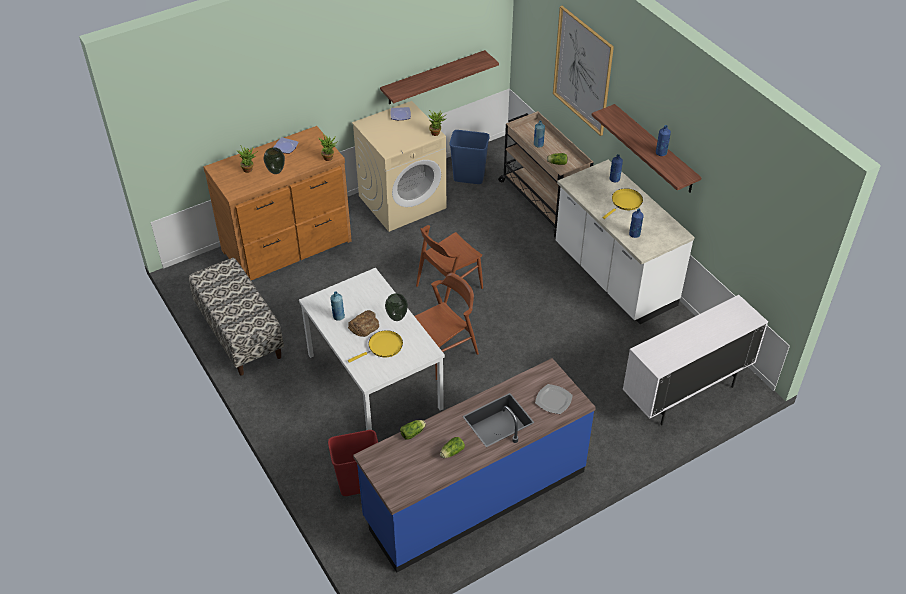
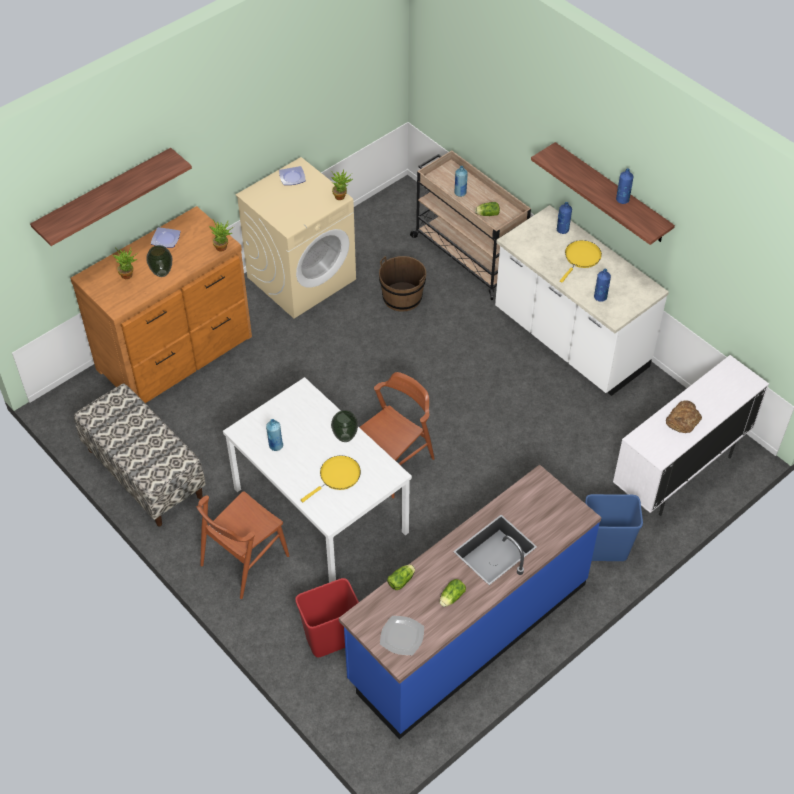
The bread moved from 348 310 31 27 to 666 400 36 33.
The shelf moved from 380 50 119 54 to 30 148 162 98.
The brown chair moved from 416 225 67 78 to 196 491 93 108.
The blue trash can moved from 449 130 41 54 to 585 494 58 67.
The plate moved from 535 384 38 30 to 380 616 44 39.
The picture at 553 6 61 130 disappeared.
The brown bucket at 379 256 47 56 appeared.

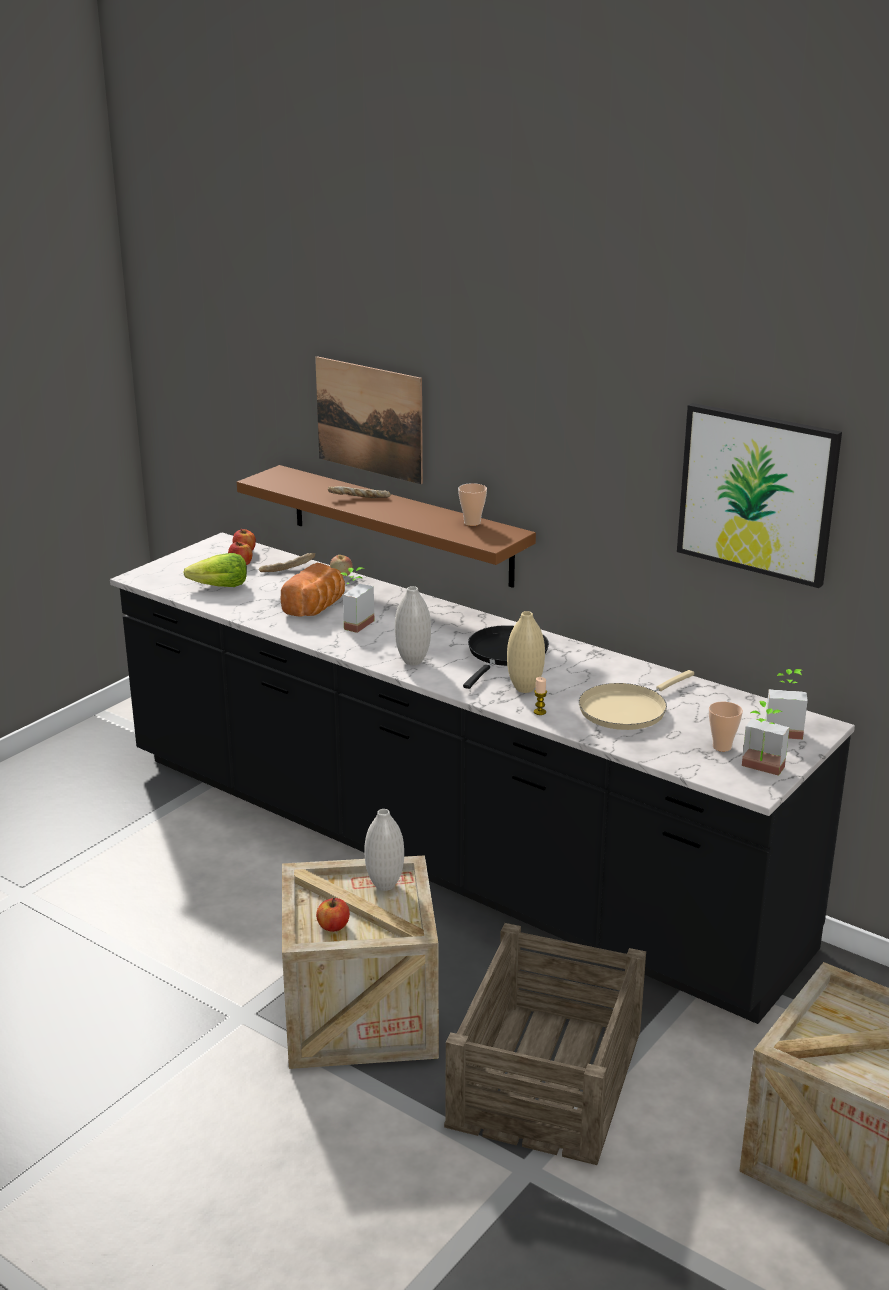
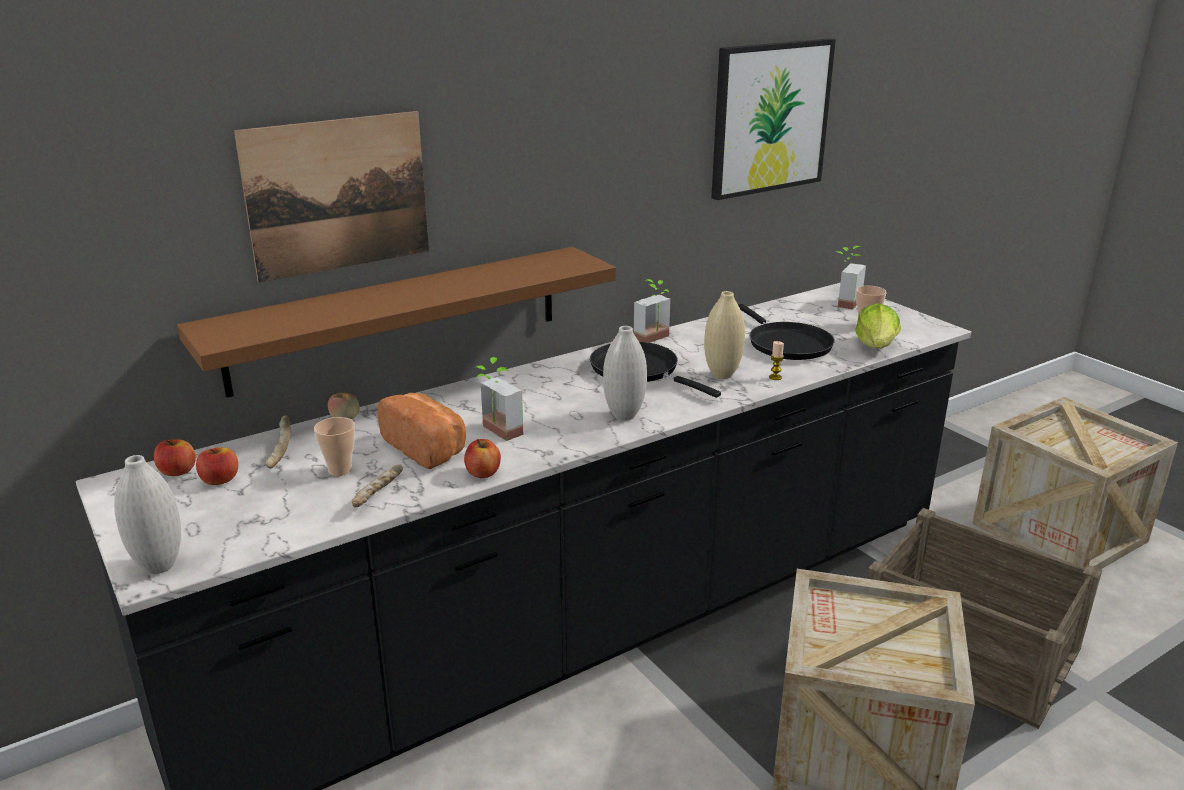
The lettuce moved from 183 553 64 34 to 855 303 46 45.
The apple moved from 316 898 34 34 to 464 439 37 39.
The bread moved from 328 486 63 12 to 352 464 51 43.
The white vase moved from 364 809 40 82 to 114 455 67 119.
The cup moved from 458 483 29 43 to 314 417 41 59.
The beige frying pan at 579 670 115 60 became the black frying pan at 738 304 97 56.
The potted plant moved from 742 701 48 75 to 634 279 37 64.

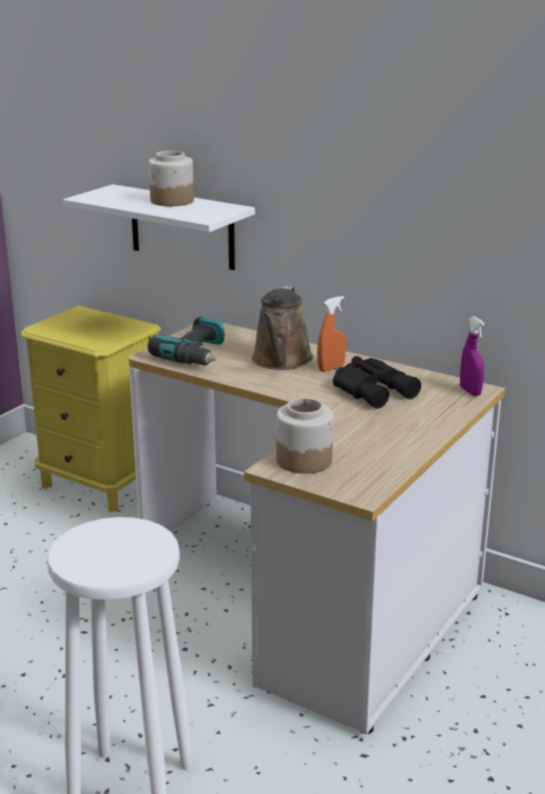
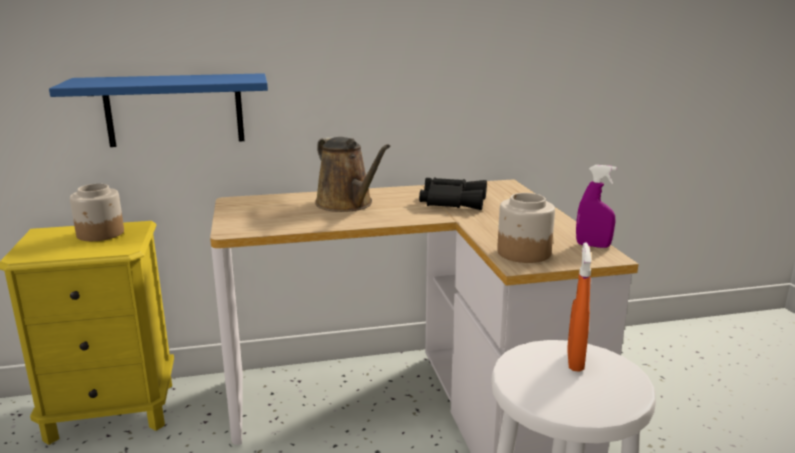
The white shelf at 63 184 192 86 became the blue shelf at 49 73 219 74.
The power drill at 148 316 77 50 disappeared.
The jar moved from 149 151 45 55 to 70 184 54 57.
The orange spray bottle moved from 317 296 29 76 to 567 242 24 130.
The purple spray bottle moved from 460 316 25 80 to 576 165 41 83.

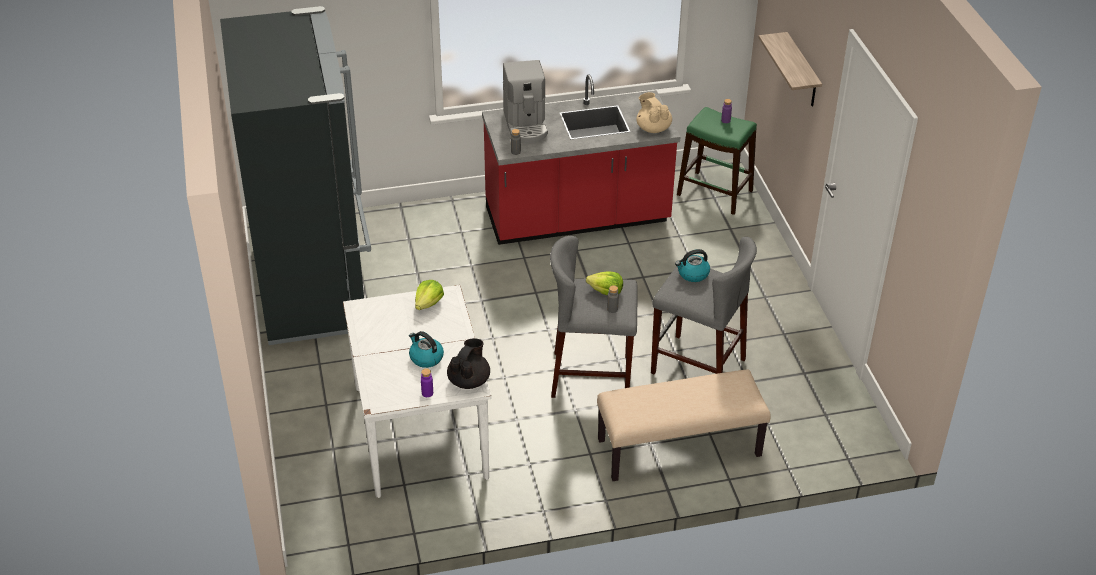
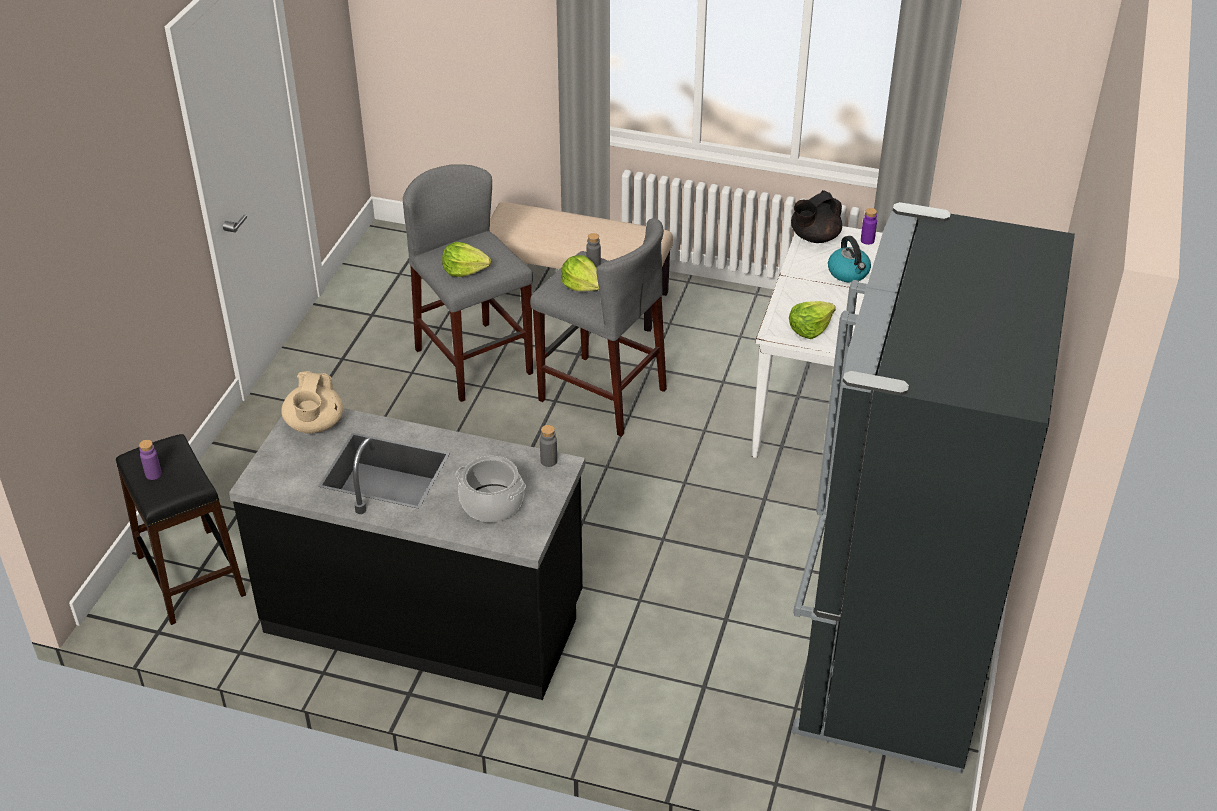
The red counter at 482 74 198 171 became the black counter at 229 408 356 292.
The coffee machine at 503 60 45 84 was replaced by the cooking pot at 456 456 70 66.
The kettle at 675 249 35 33 was replaced by the lettuce at 442 242 49 35.
The green stool at 677 107 80 108 became the black stool at 116 434 130 191.
The shelf at 758 32 64 74 disappeared.

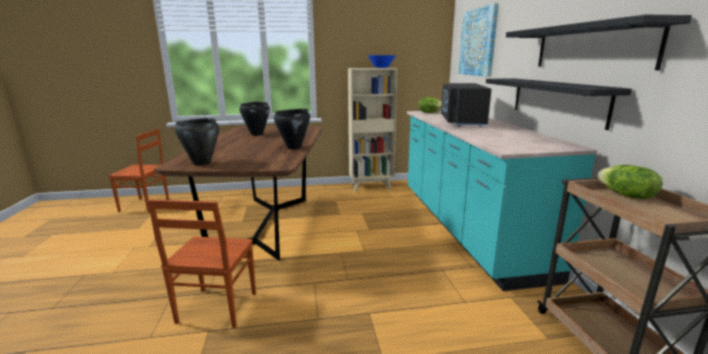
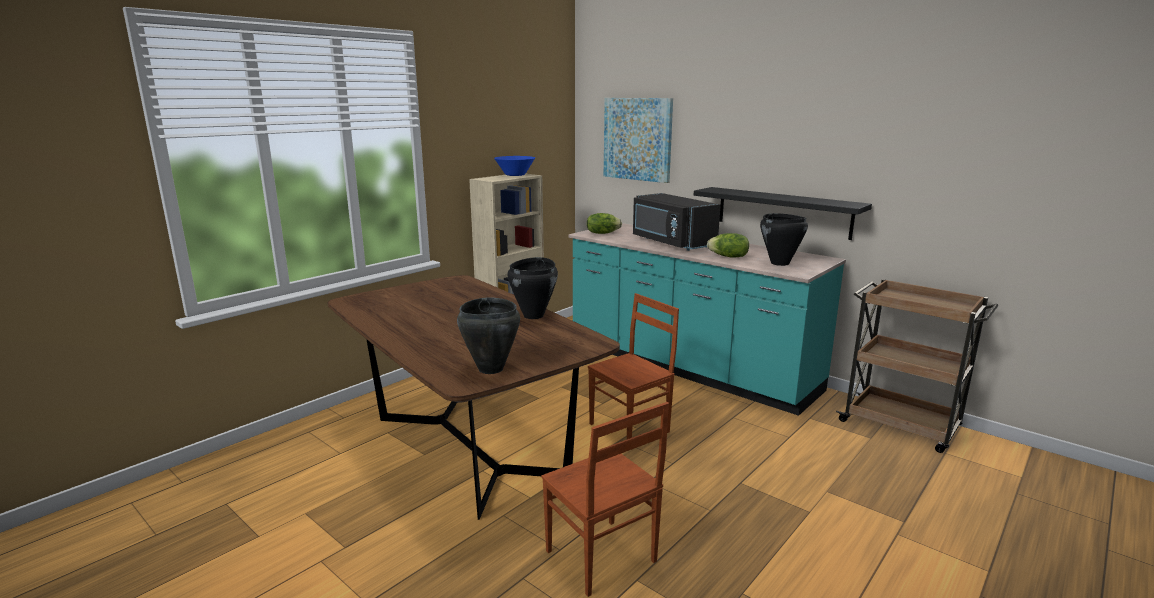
The brown chair moved from 108 129 61 84 to 588 293 91 146.
The black cooking pot moved from 239 102 31 34 to 760 213 48 53.
The black shelf at 506 15 186 55 disappeared.
The lettuce moved from 598 165 64 34 to 707 233 42 25.

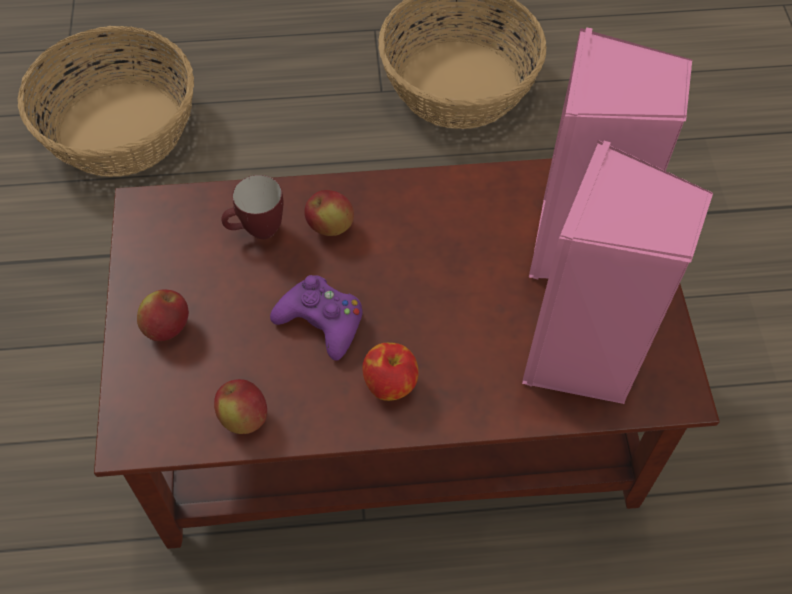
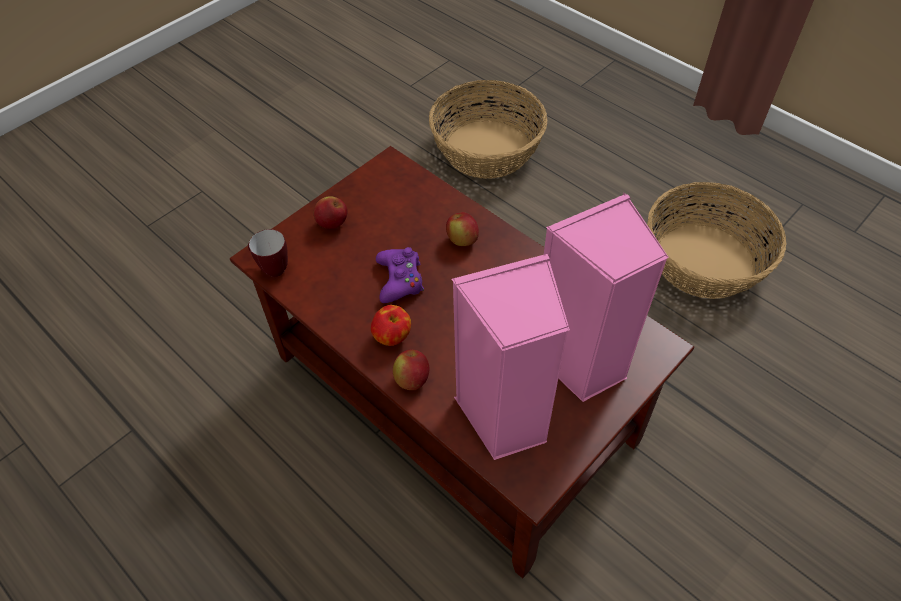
The apple moved from 214 379 53 55 to 393 350 36 40.
The mug moved from 221 175 63 64 to 248 229 40 48.

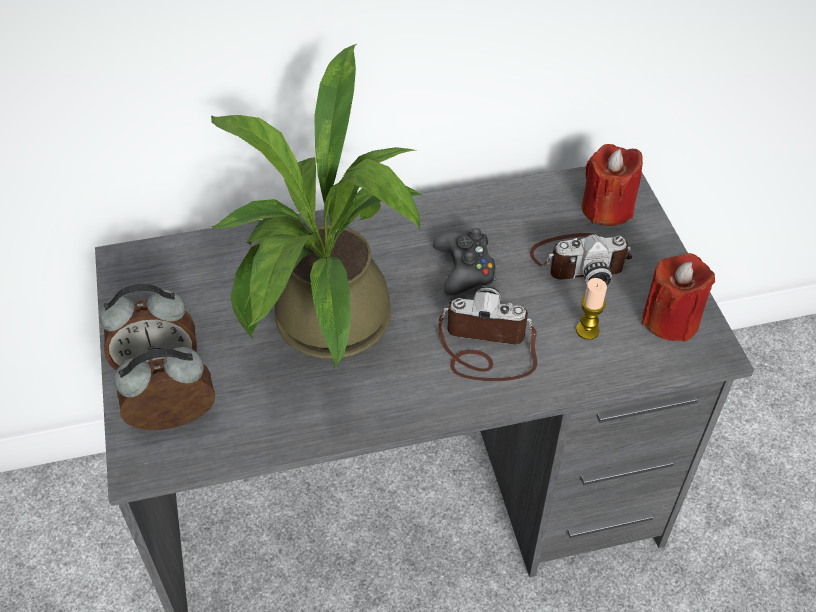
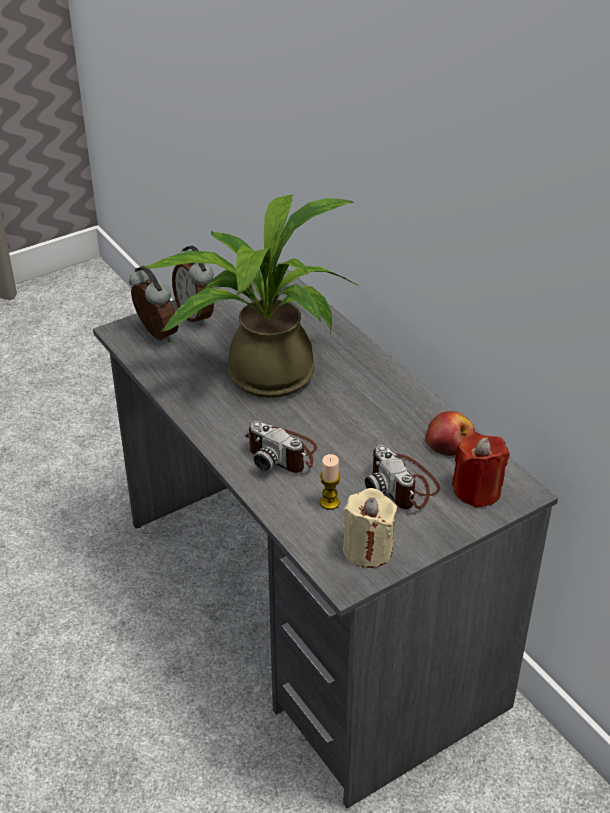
The black game controller at 433 228 64 67 disappeared.
The photo camera at 439 286 98 95 turned 135 degrees clockwise.
The red candle at 642 253 73 89 became the beige candle at 343 488 54 80.
The apple at 425 411 50 45 appeared.

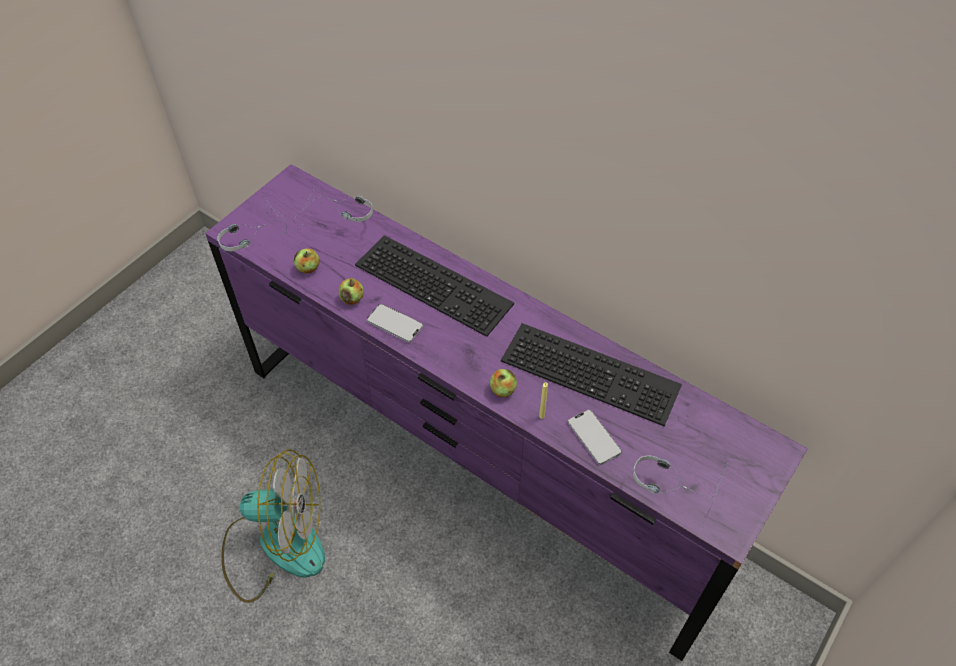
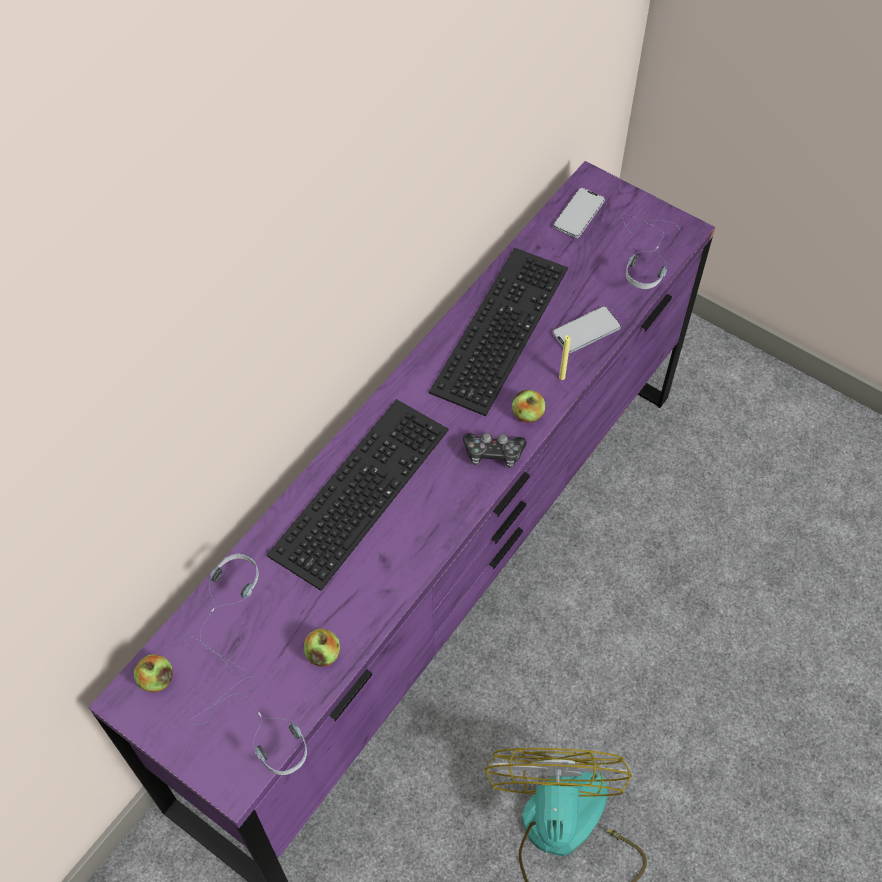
The apple moved from 339 278 25 27 to 134 654 39 38.
The phone moved from 367 304 56 39 to 553 188 52 50.
The game controller at 463 433 64 35 appeared.

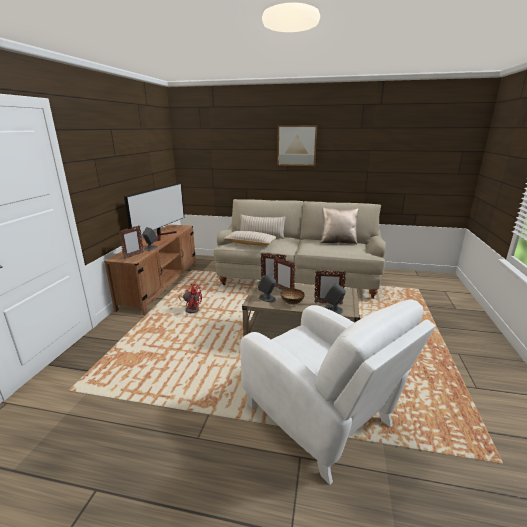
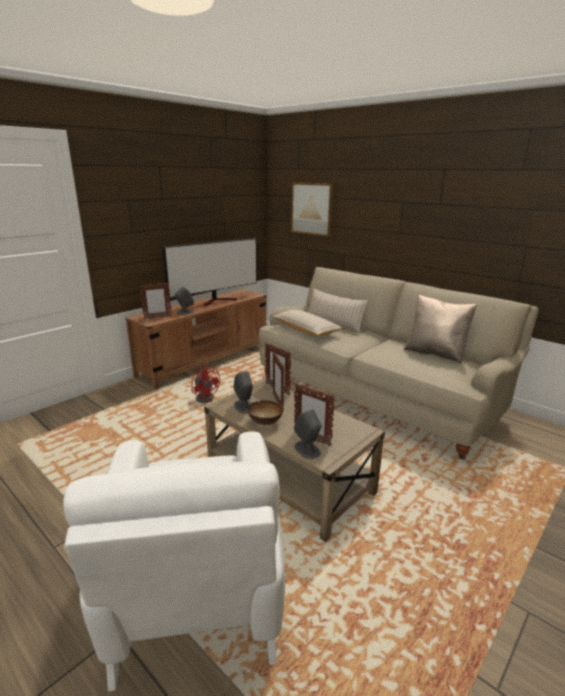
The picture moved from 277 125 40 41 to 291 182 43 55.

